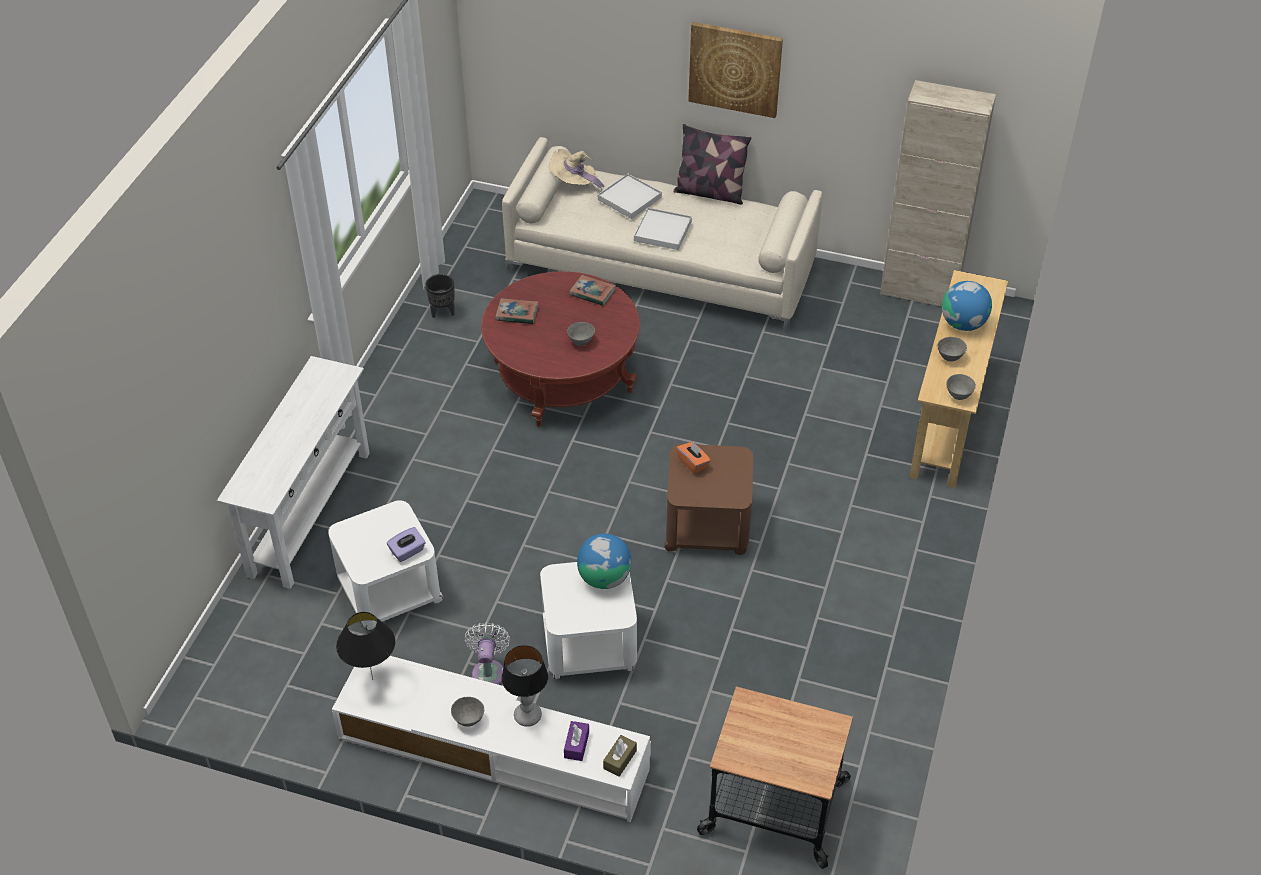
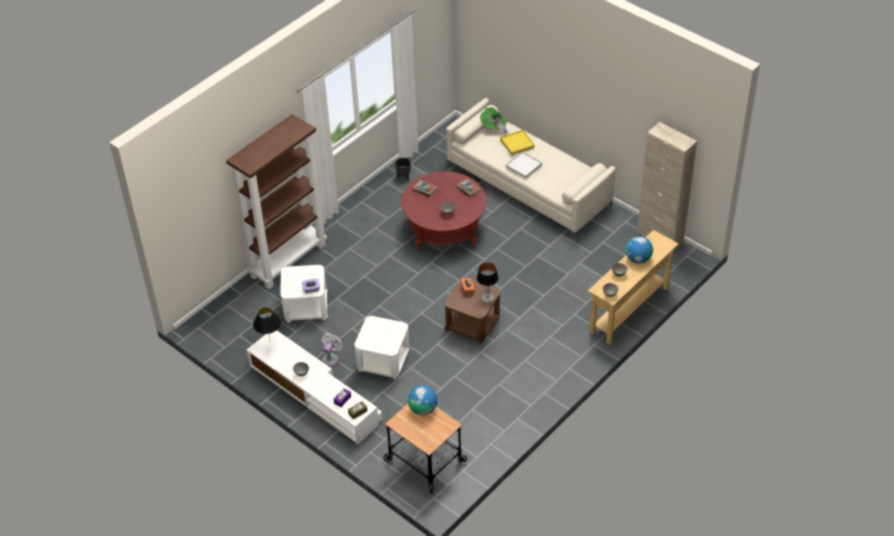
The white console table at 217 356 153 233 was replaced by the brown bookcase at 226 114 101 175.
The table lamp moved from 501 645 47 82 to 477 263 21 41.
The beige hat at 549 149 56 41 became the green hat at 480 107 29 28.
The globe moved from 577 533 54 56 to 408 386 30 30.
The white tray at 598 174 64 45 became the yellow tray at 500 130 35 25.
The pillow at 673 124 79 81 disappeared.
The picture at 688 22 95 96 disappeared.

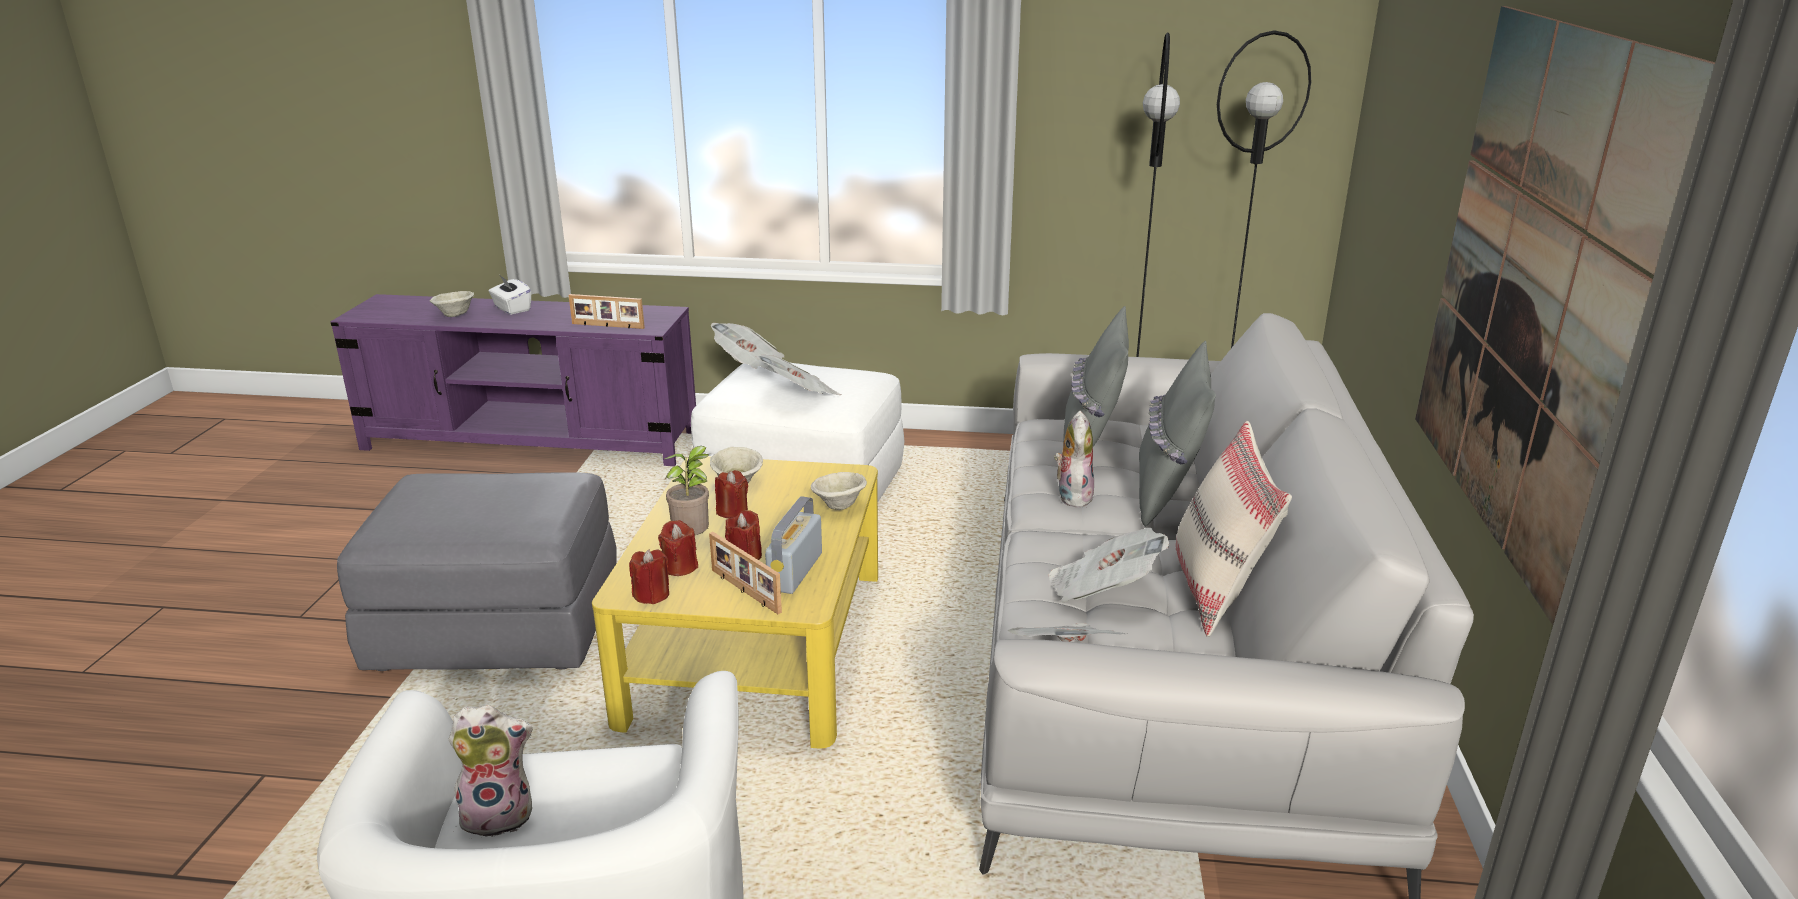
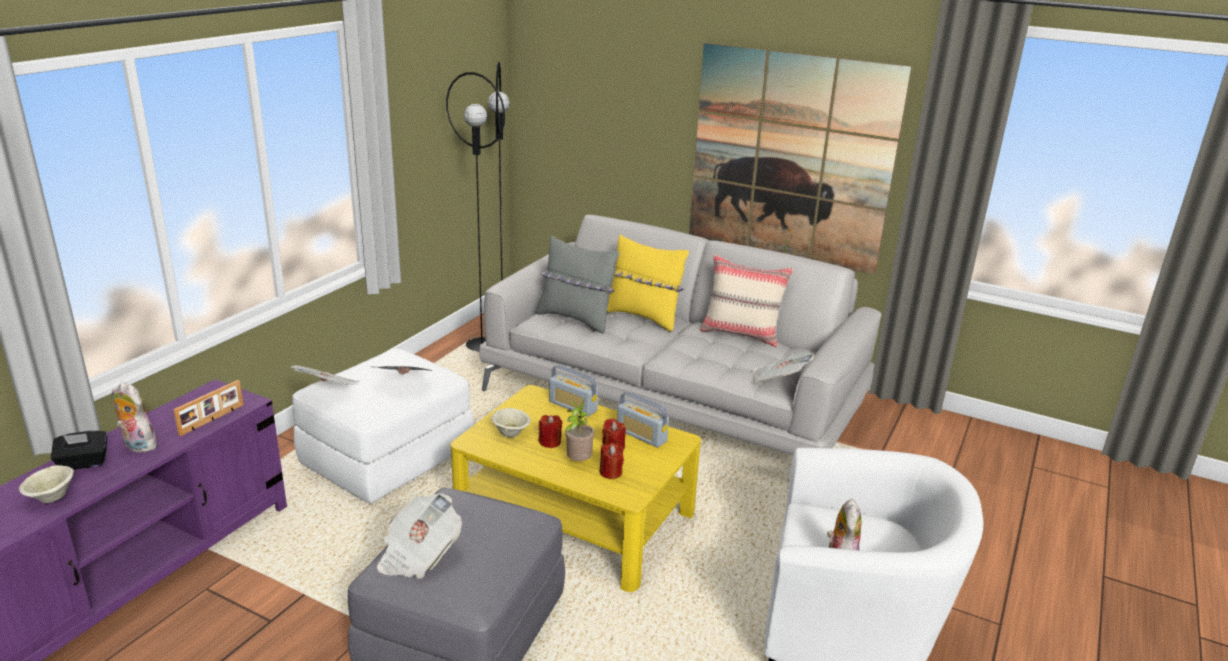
The white tissue box at 489 276 42 39 became the black tissue box at 51 431 56 39.
The red candle at 629 549 40 55 disappeared.
The picture frame at 709 532 73 82 disappeared.
The beige bowl at 811 472 56 38 was replaced by the radio at 549 365 49 52.
The newspaper moved from 1048 528 121 75 to 377 493 85 86.
The plush toy moved from 1054 411 40 97 to 112 382 45 71.
The grey pillow at 1139 341 77 186 became the yellow pillow at 607 234 82 98.

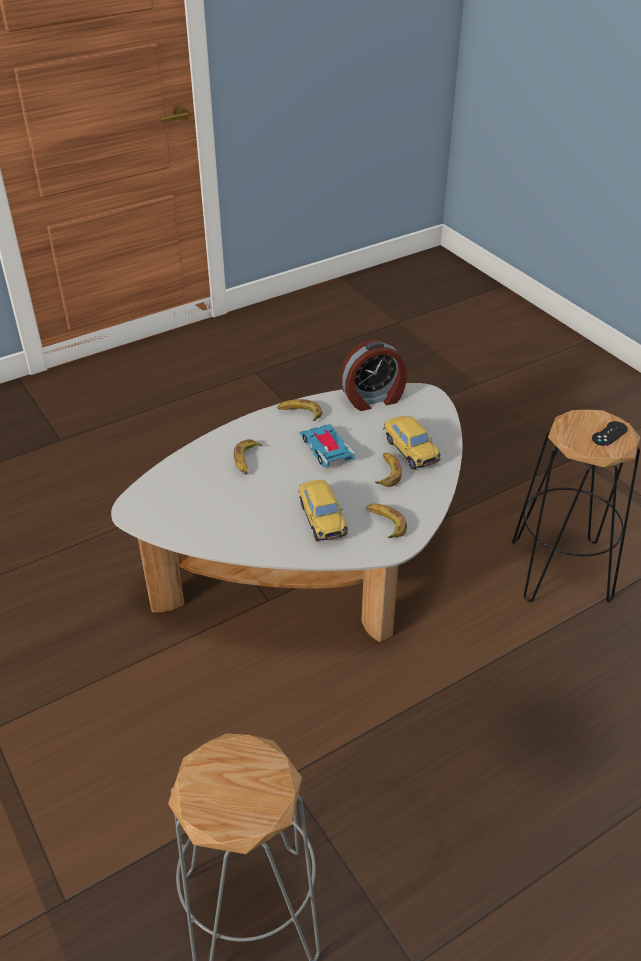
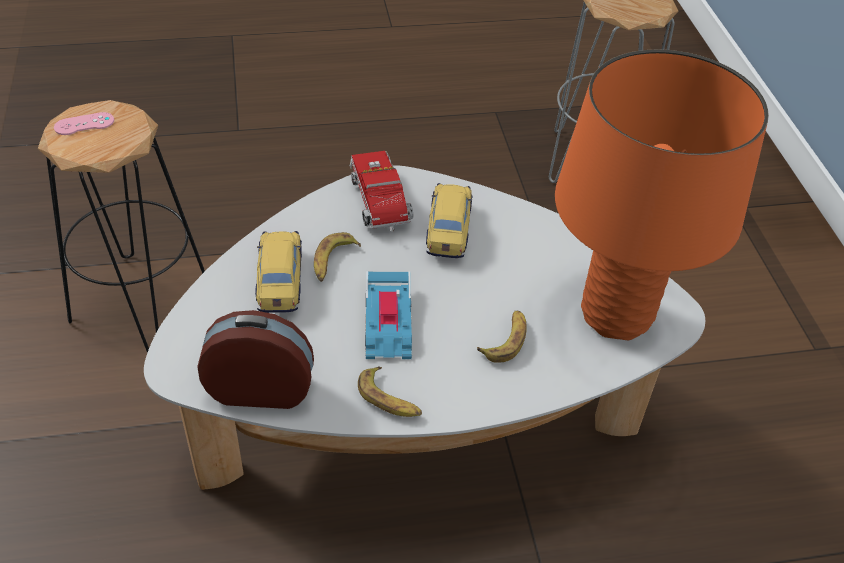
The banana at 366 504 41 34 was replaced by the toy truck at 350 151 63 81.
The black game controller at 592 421 35 25 became the pink game controller at 54 112 60 23.
The orange table lamp at 555 49 214 291 appeared.

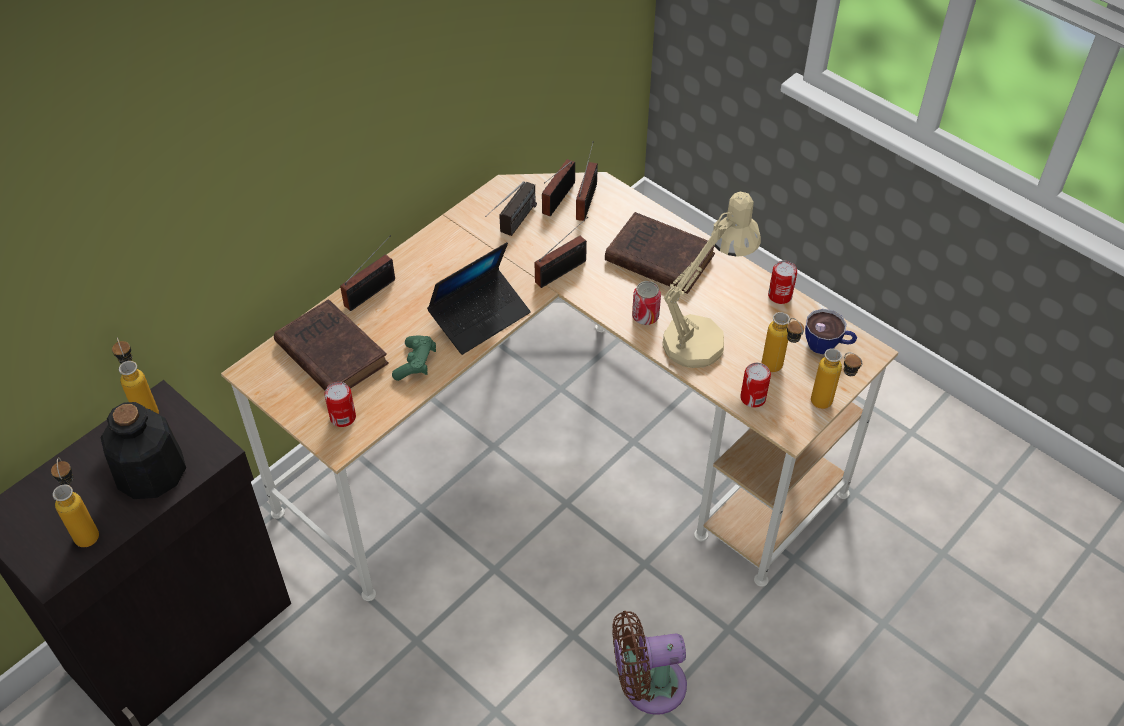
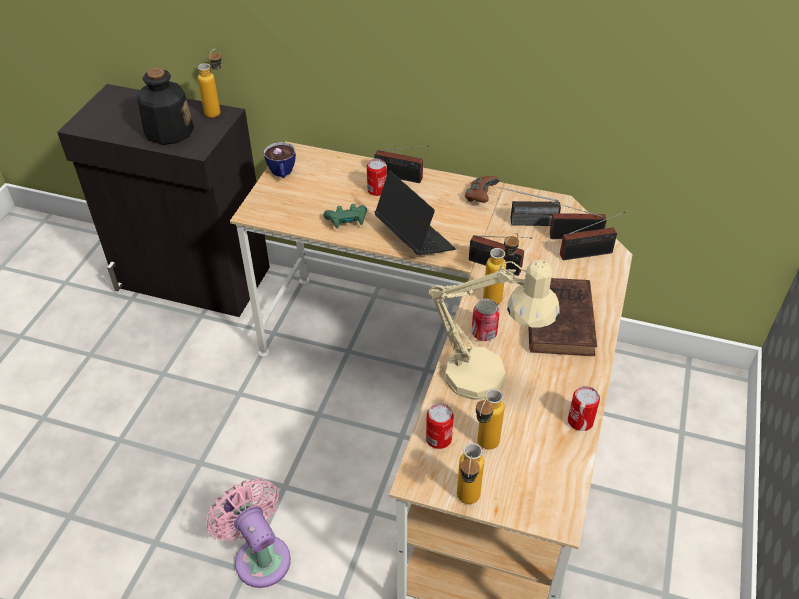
The bottle moved from 51 458 48 89 to 483 233 36 72.
The brown book at 274 299 115 91 disappeared.
The can moved from 324 382 32 45 to 367 159 20 37.
The laptop at 427 242 103 113 turned 150 degrees counterclockwise.
The brown fan at 613 611 74 104 became the pink fan at 206 478 85 110.
The cup moved from 805 309 52 45 to 264 142 32 36.
The brown game controller at 465 176 34 27 appeared.

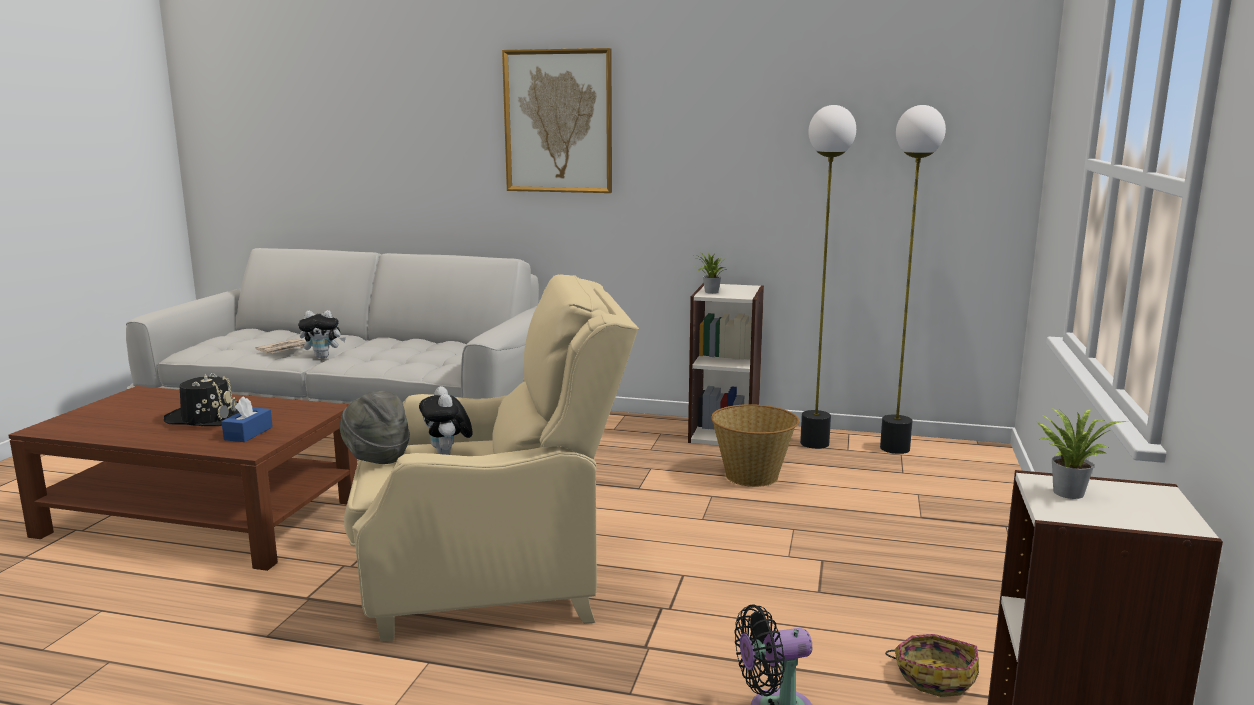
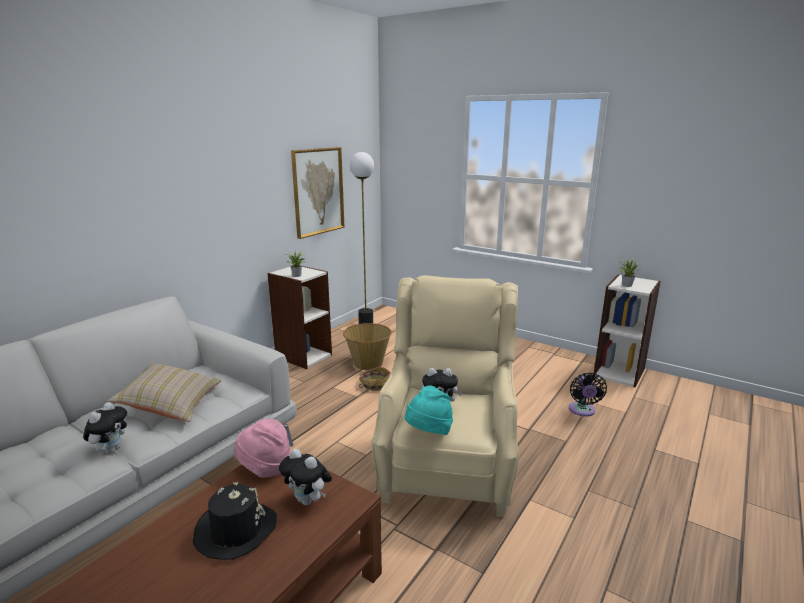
The blue tissue box at 222 396 51 46 was replaced by the plush toy at 279 449 53 57.
The newspaper at 256 338 51 15 disappeared.
The grey hat at 339 390 71 74 became the turquoise hat at 405 385 48 50.
The picture moved from 502 48 110 145 to 291 147 54 92.
The floor lamp at 800 105 56 344 disappeared.
The basket moved from 885 634 94 63 to 358 366 33 25.
The beige pillow at 108 362 114 60 appeared.
The pink hat at 234 419 57 59 appeared.

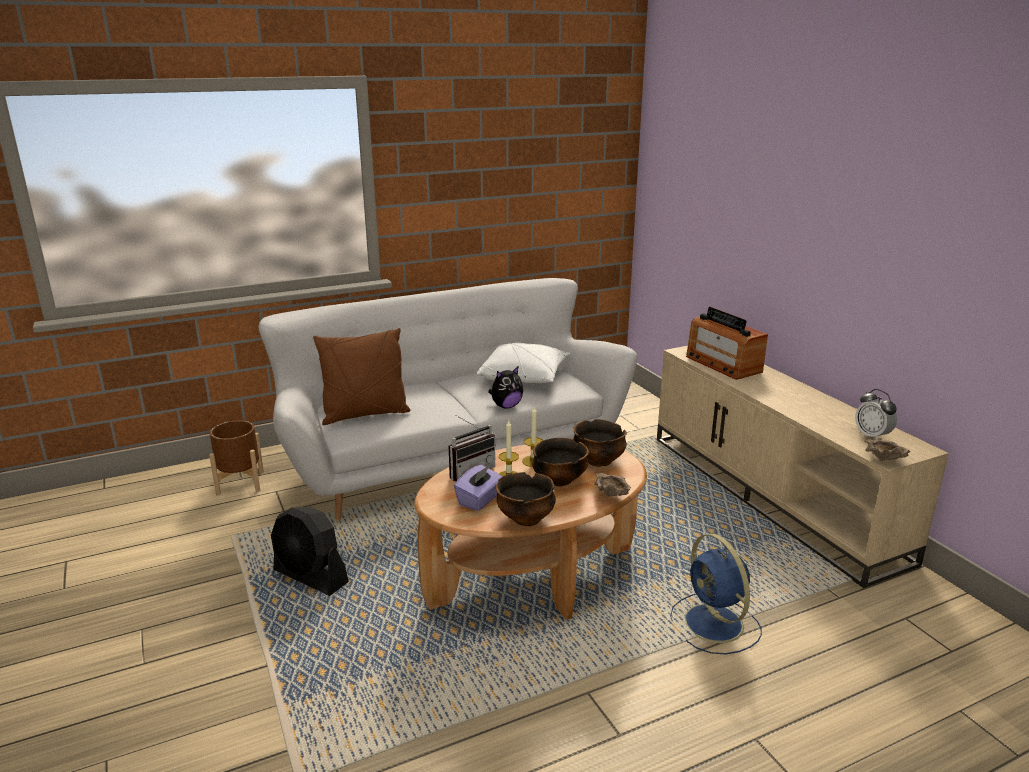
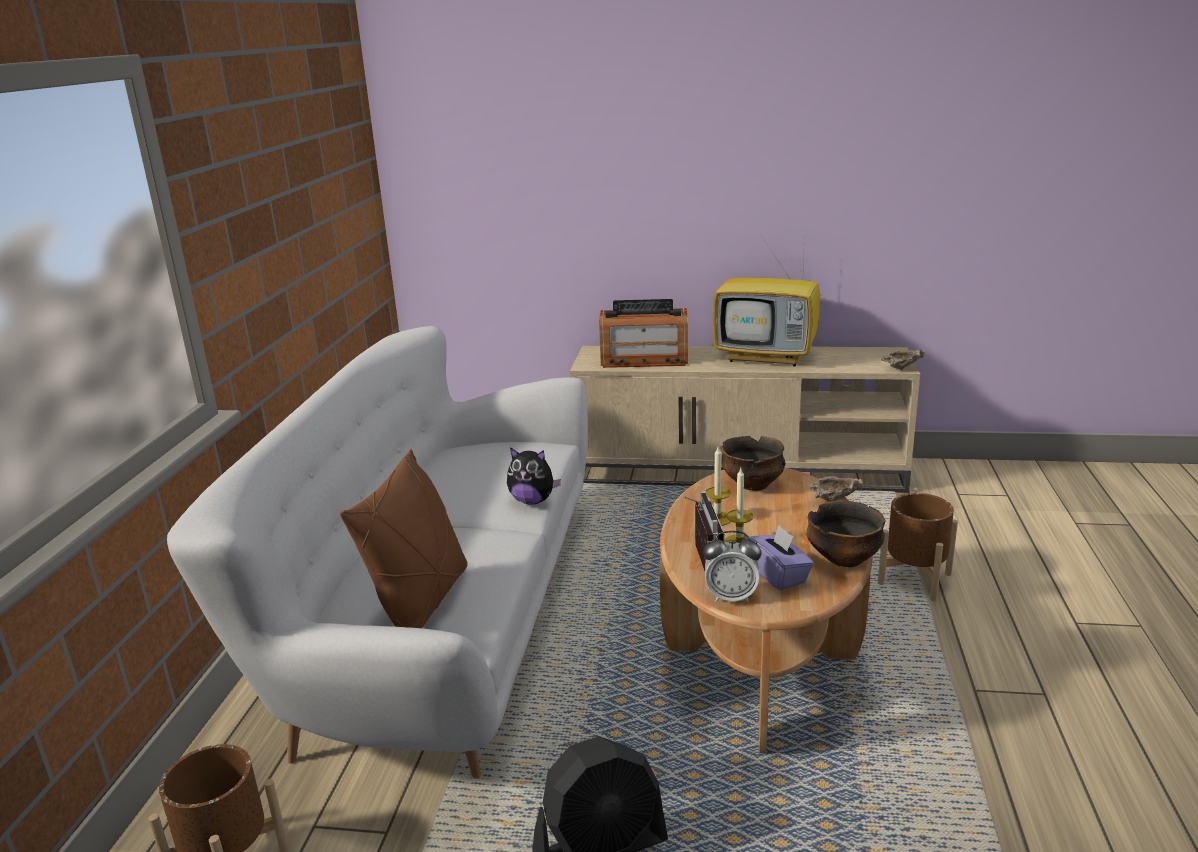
The white pillow at 477 343 94 40 disappeared.
The plush toy at 488 367 35 42 turned 105 degrees clockwise.
The bowl at 532 438 57 48 disappeared.
The blue fan at 670 533 92 121 was replaced by the brown planter at 878 493 80 108.
The alarm clock moved from 855 389 42 51 to 703 531 59 72.
The television at 712 230 108 136 appeared.

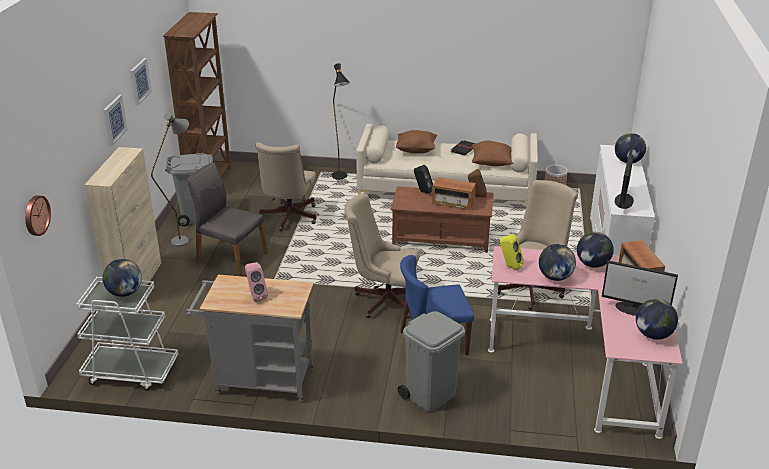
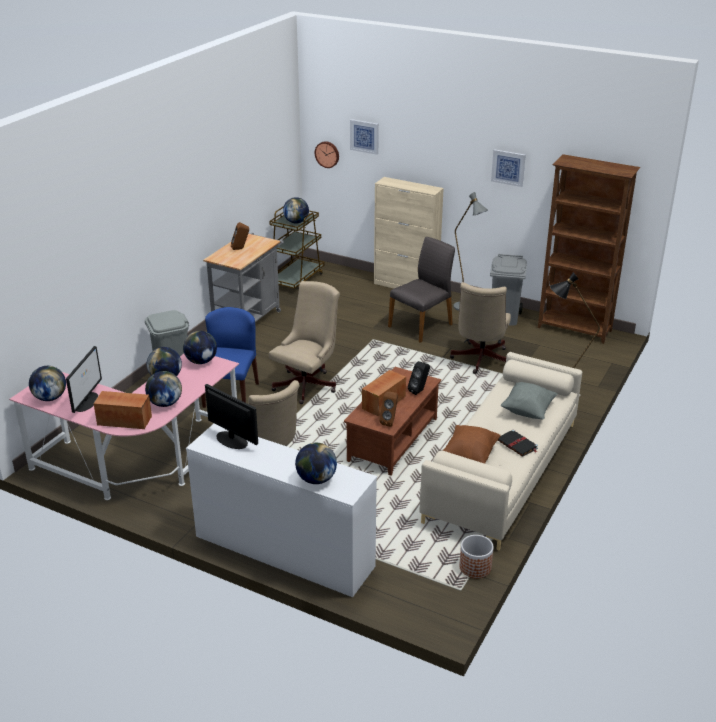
The white cart at 76 277 102 114 became the brown cart at 269 207 56 82.
The picture moved from 104 95 24 51 to 350 119 29 36.
The pink speaker at 245 262 23 40 became the brown speaker at 231 222 18 28.
The beige office chair at 255 142 61 89 turned 105 degrees counterclockwise.
The brown pillow at 396 130 41 24 became the grey pillow at 501 382 57 38.
The yellow speaker at 500 234 24 36 was replaced by the globe at 183 331 34 33.
The monitor at 602 260 76 56 turned 150 degrees clockwise.

